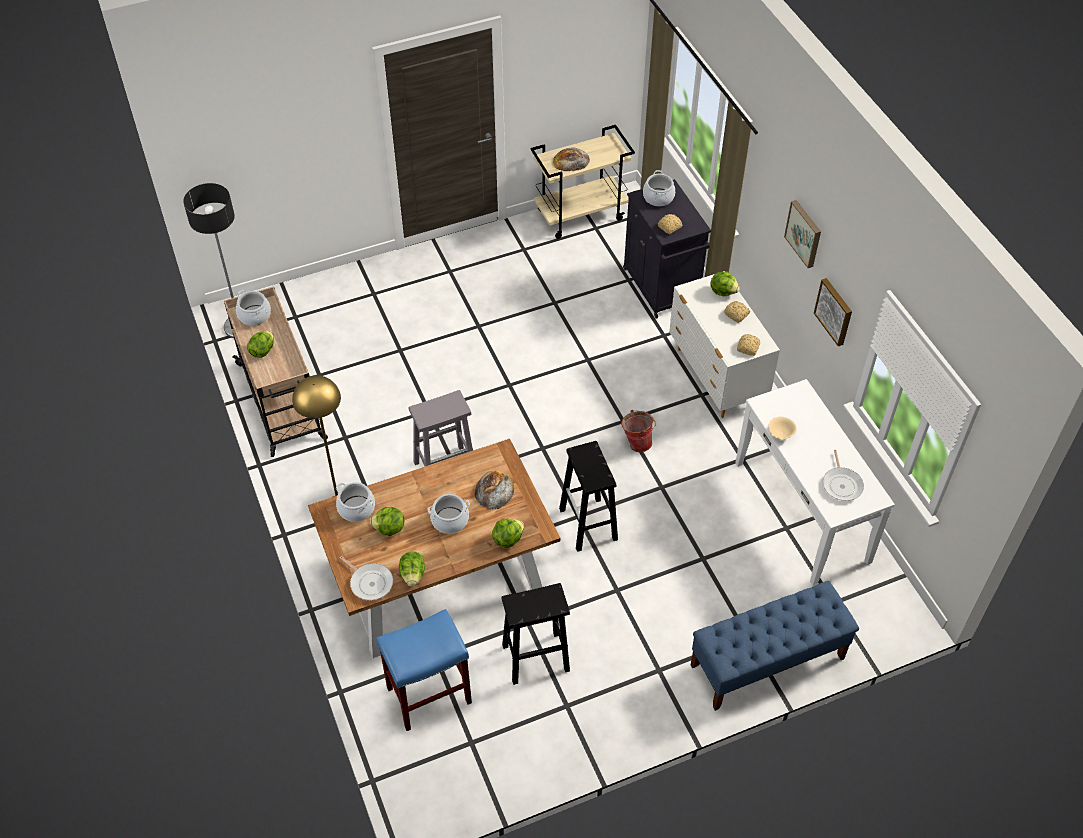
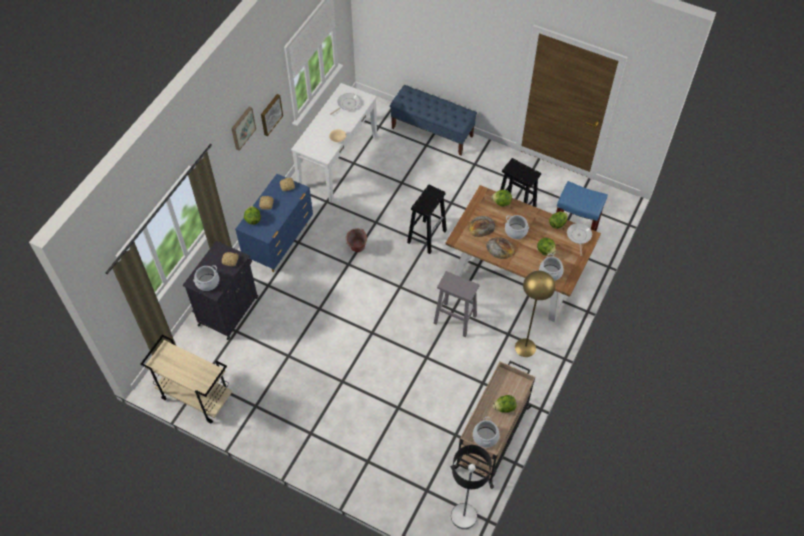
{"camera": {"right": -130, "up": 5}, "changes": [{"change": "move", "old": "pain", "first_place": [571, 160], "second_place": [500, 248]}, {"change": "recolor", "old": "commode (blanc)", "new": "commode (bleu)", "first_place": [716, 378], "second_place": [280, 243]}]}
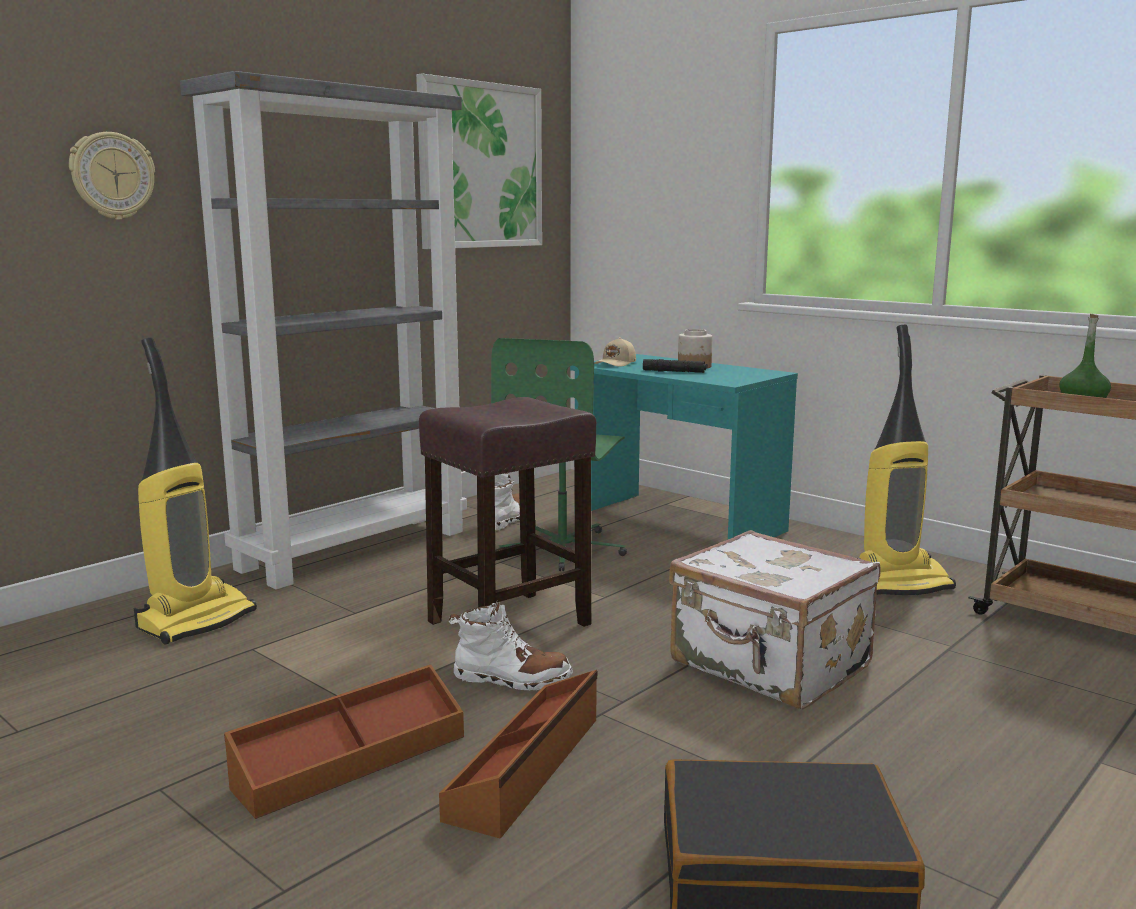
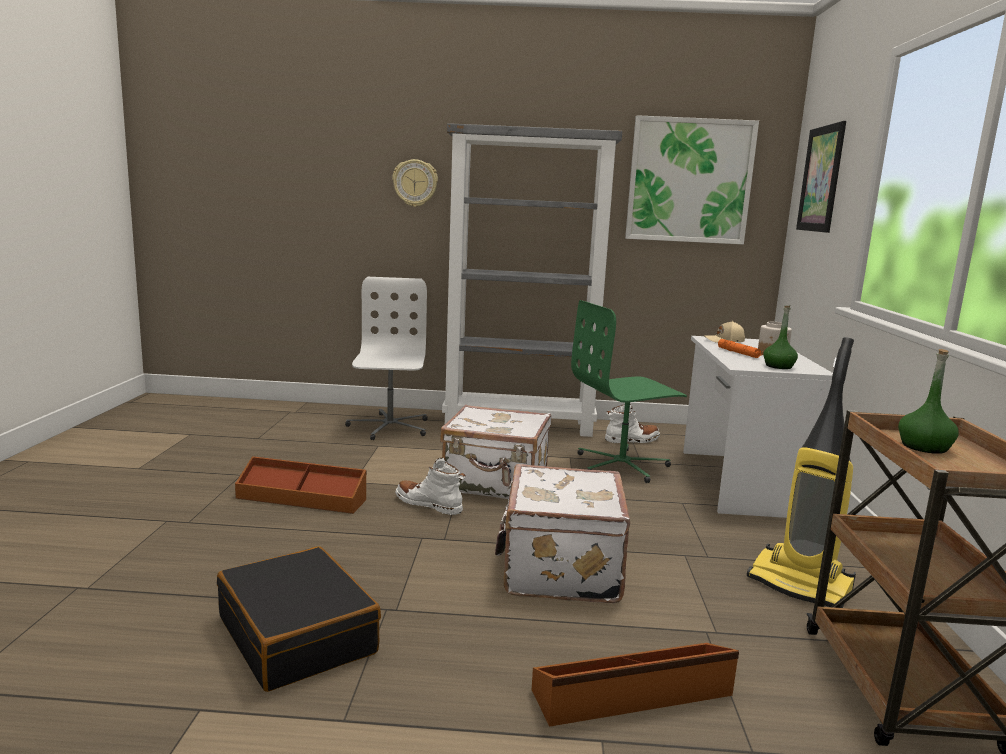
{"camera": {"right": 50, "up": 0}, "changes": [{"change": "replace", "old": "aspirateur", "new": "chaise de bureau (blanc)", "first_place": [196, 620], "second_place": [389, 427]}, {"change": "recolor", "old": "bureau (turquoise)", "new": "bureau (blanc)", "first_place": [677, 523], "second_place": [738, 482]}, {"change": "recolor", "old": "lampe de poche (noir)", "new": "lampe de poche (orange)", "first_place": [674, 371], "second_place": [738, 353]}, {"change": "replace", "old": "tabouret (marron)", "new": "valise (blanc)", "first_place": [511, 622], "second_place": [496, 484]}, {"change": "rotate", "old": "botte (blanc)", "first_place": [511, 679], "second_place": [429, 505], "degrees": 150}, {"change": "move", "old": "boîte de rangement (marron)", "first_place": [528, 767], "second_place": [633, 694]}, {"change": "insert", "new": "tableau", "second_place": [821, 179]}, {"change": "insert", "new": "bouteille (vert)", "second_place": [778, 366]}]}
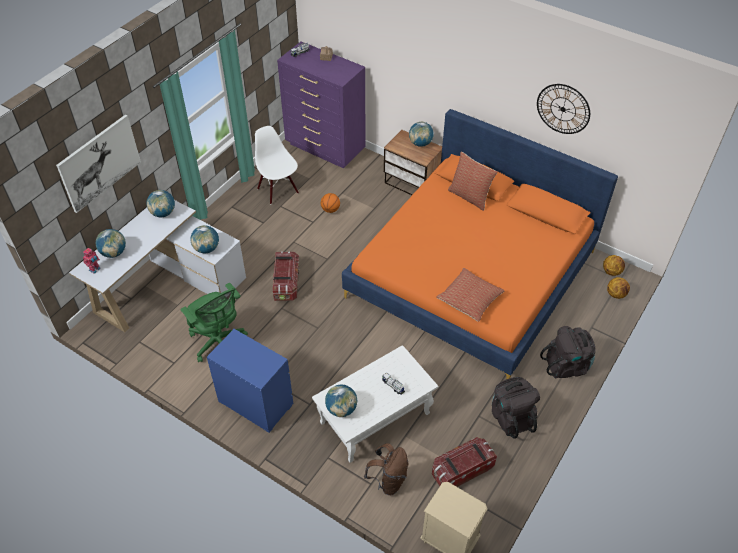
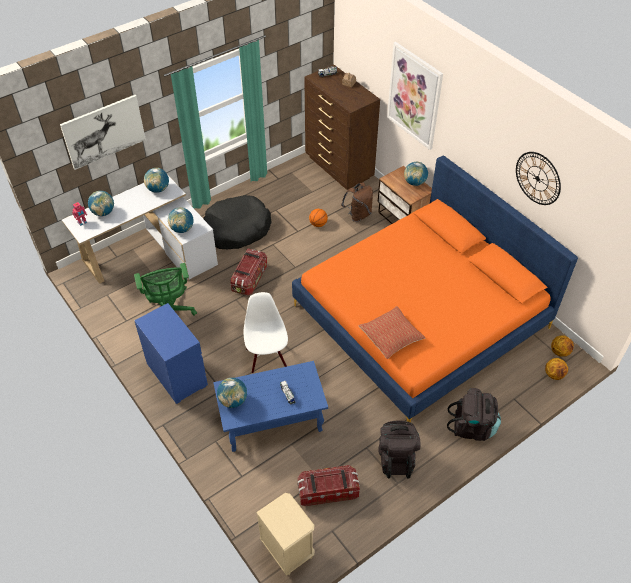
{"camera": {"right": 20, "up": 0}, "changes": [{"change": "recolor", "old": "commode (violet)", "new": "commode (marron)", "first_place": [325, 148], "second_place": [339, 168]}, {"change": "move", "old": "chaise (blanc)", "first_place": [278, 190], "second_place": [267, 358]}, {"change": "delete", "old": "coussin", "first_place": [470, 196]}, {"change": "recolor", "old": "table basse (blanc)", "new": "table basse (bleu)", "first_place": [374, 418], "second_place": [271, 420]}, {"change": "move", "old": "sac à dos (marron)", "first_place": [388, 480], "second_place": [358, 215]}, {"change": "insert", "new": "tableau", "second_place": [414, 96]}, {"change": "insert", "new": "panier pour chien (noir)", "second_place": [236, 229]}]}
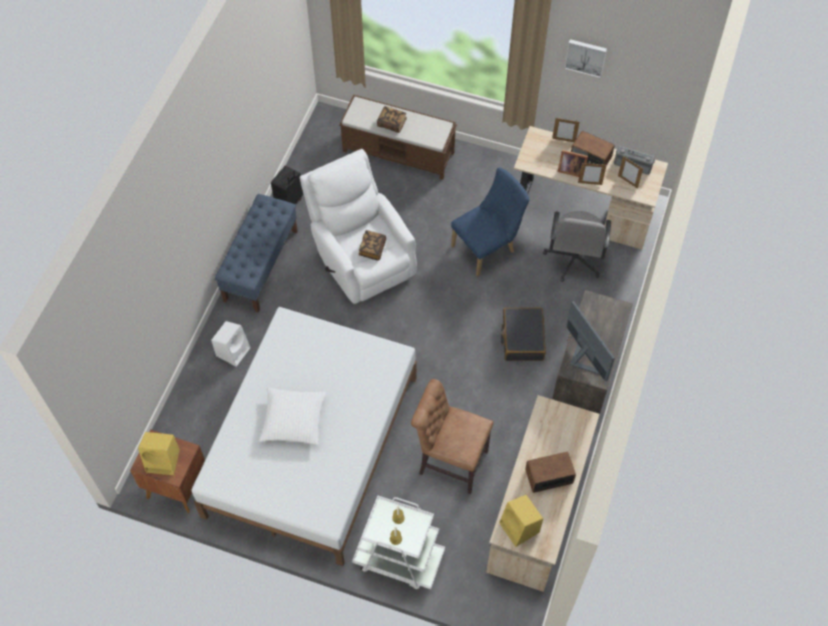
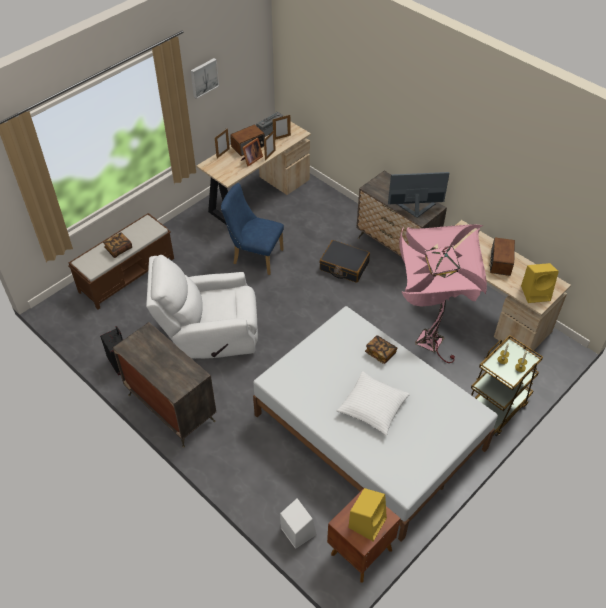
{"camera": {"right": -65, "up": -10}, "changes": [{"change": "rotate", "old": "chaise (bleu)", "first_place": [487, 248], "second_place": [254, 256], "degrees": -60}, {"change": "replace", "old": "banc (bleu)", "new": "commode", "first_place": [261, 265], "second_place": [171, 407]}, {"change": "delete", "old": "chaise de bureau (gris)", "first_place": [574, 259]}, {"change": "move", "old": "livre", "first_place": [372, 249], "second_place": [380, 353]}, {"change": "move", "old": "enceinte (blanc)", "first_place": [233, 351], "second_place": [297, 531]}, {"change": "replace", "old": "chaise (marron)", "new": "lampadaire (rose)", "first_place": [449, 461], "second_place": [425, 346]}, {"change": "recolor", "old": "chariot (blanc)", "new": "chariot (marron)", "first_place": [398, 558], "second_place": [495, 408]}]}
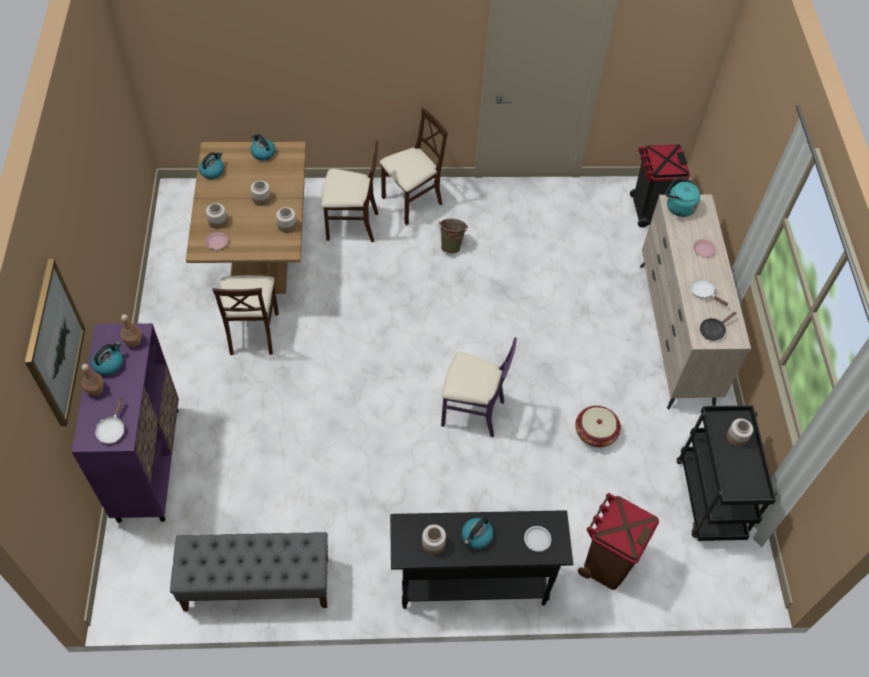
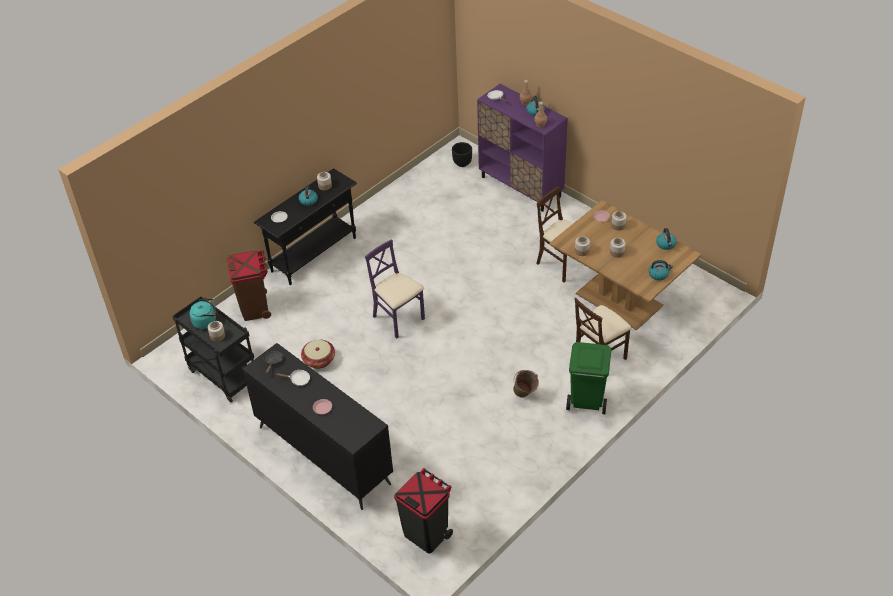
{"camera": {"right": 140, "up": -10}, "changes": [{"change": "replace", "old": "chaise (beige)", "new": "poubelle (vert)", "first_place": [411, 202], "second_place": [586, 402]}, {"change": "move", "old": "bouilloire (turquoise)", "first_place": [678, 207], "second_place": [206, 321]}, {"change": "recolor", "old": "commode (beige)", "new": "commode (noir)", "first_place": [675, 334], "second_place": [324, 454]}, {"change": "delete", "old": "tableau", "first_place": [54, 344]}, {"change": "rotate", "old": "chaise (violet)", "first_place": [472, 411], "second_place": [398, 318], "degrees": 75}, {"change": "delete", "old": "banc (gris)", "first_place": [256, 584]}, {"change": "insert", "new": "cache-pot (noir)", "second_place": [462, 163]}]}
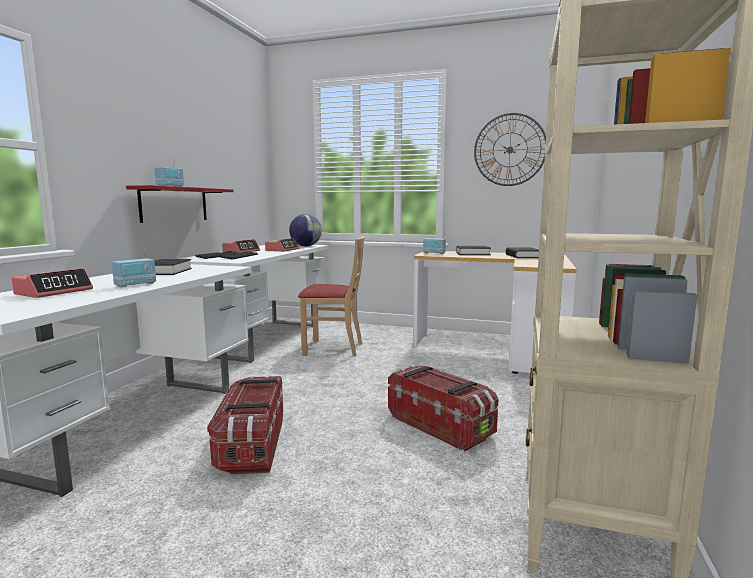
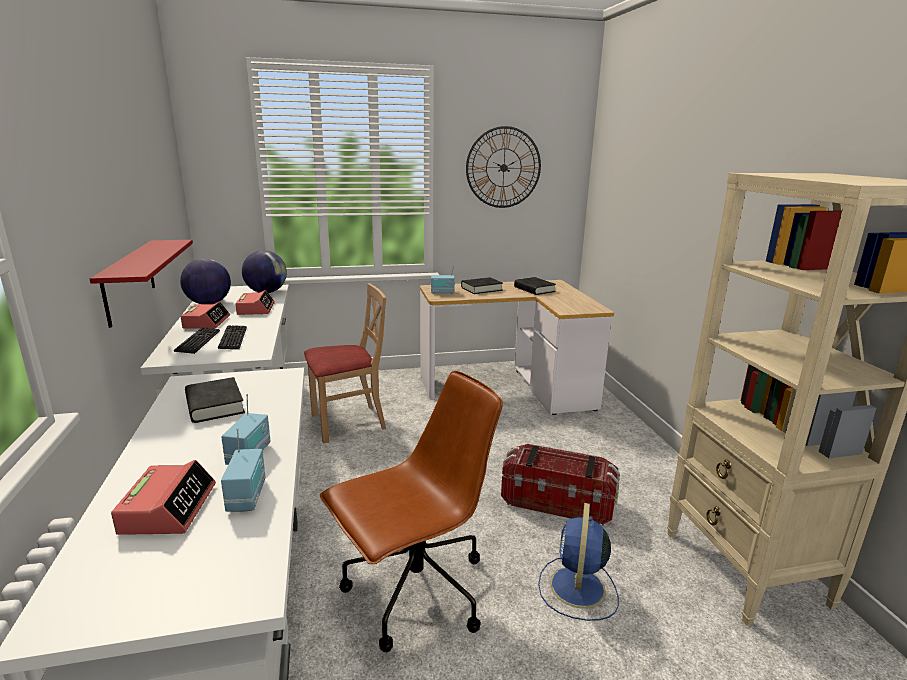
{"camera": {"right": -30, "up": 10}, "changes": [{"change": "move", "old": "radio", "first_place": [170, 186], "second_place": [247, 496]}, {"change": "replace", "old": "boîte de rangement", "new": "chaise de bureau (marron)", "first_place": [252, 445], "second_place": [414, 593]}, {"change": "insert", "new": "globe", "second_place": [208, 303]}, {"change": "insert", "new": "ventilateur (bleu)", "second_place": [577, 589]}]}
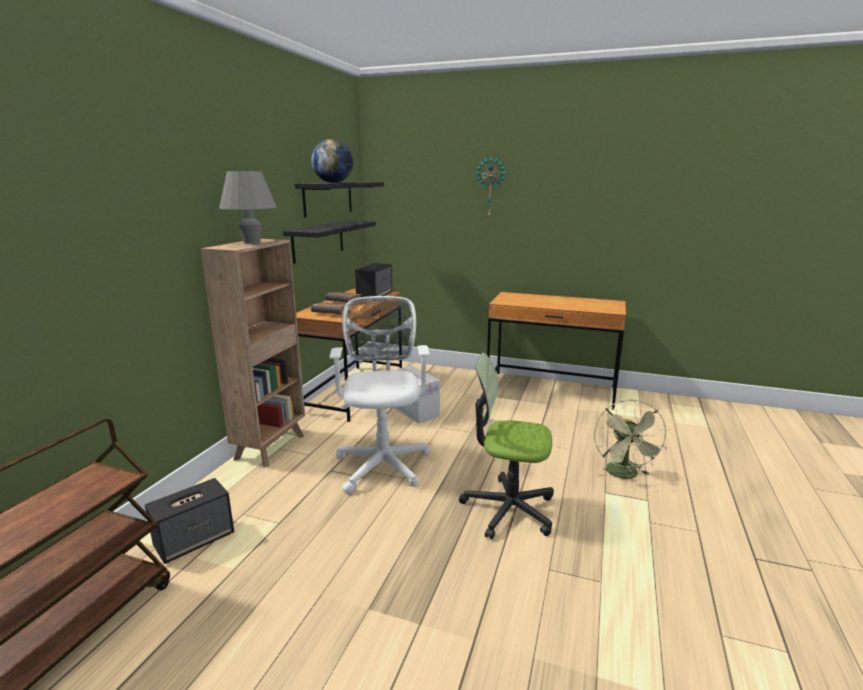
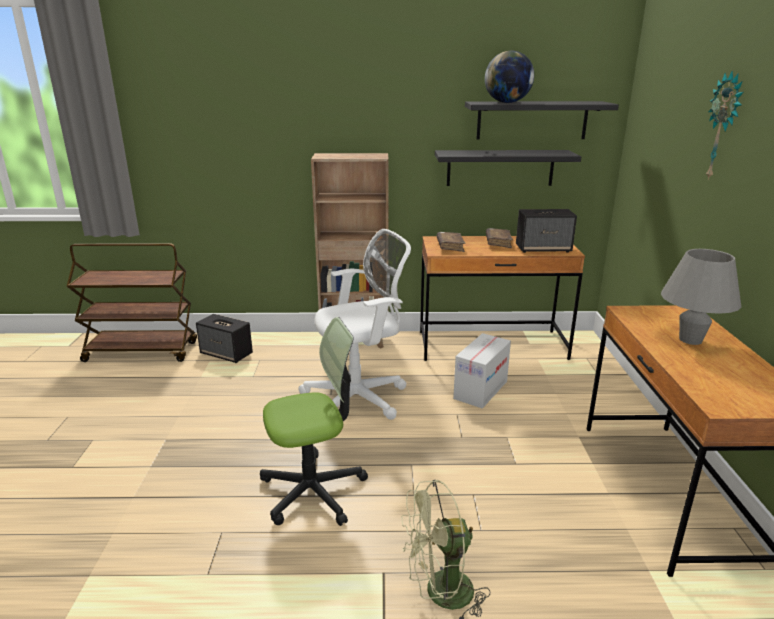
{"camera": {"right": 70, "up": 5}, "changes": [{"change": "move", "old": "lampe de table (gris)", "first_place": [252, 242], "second_place": [690, 340]}, {"change": "rotate", "old": "chaise de bureau", "first_place": [508, 509], "second_place": [313, 490], "degrees": 75}]}
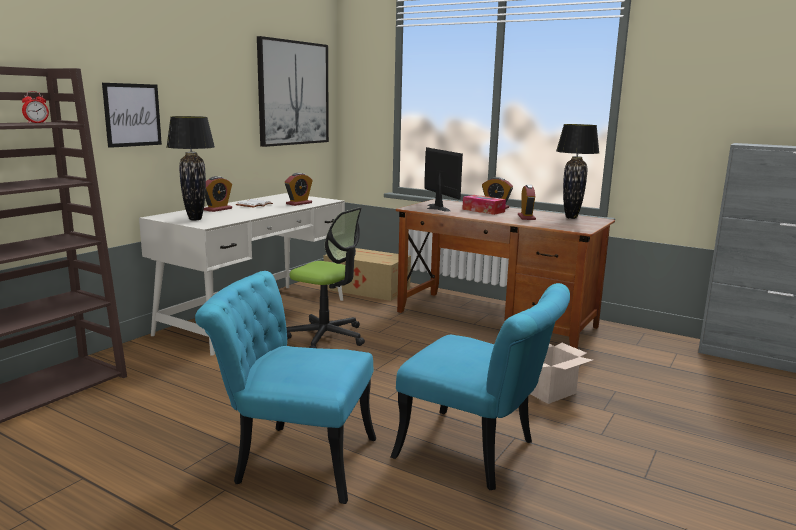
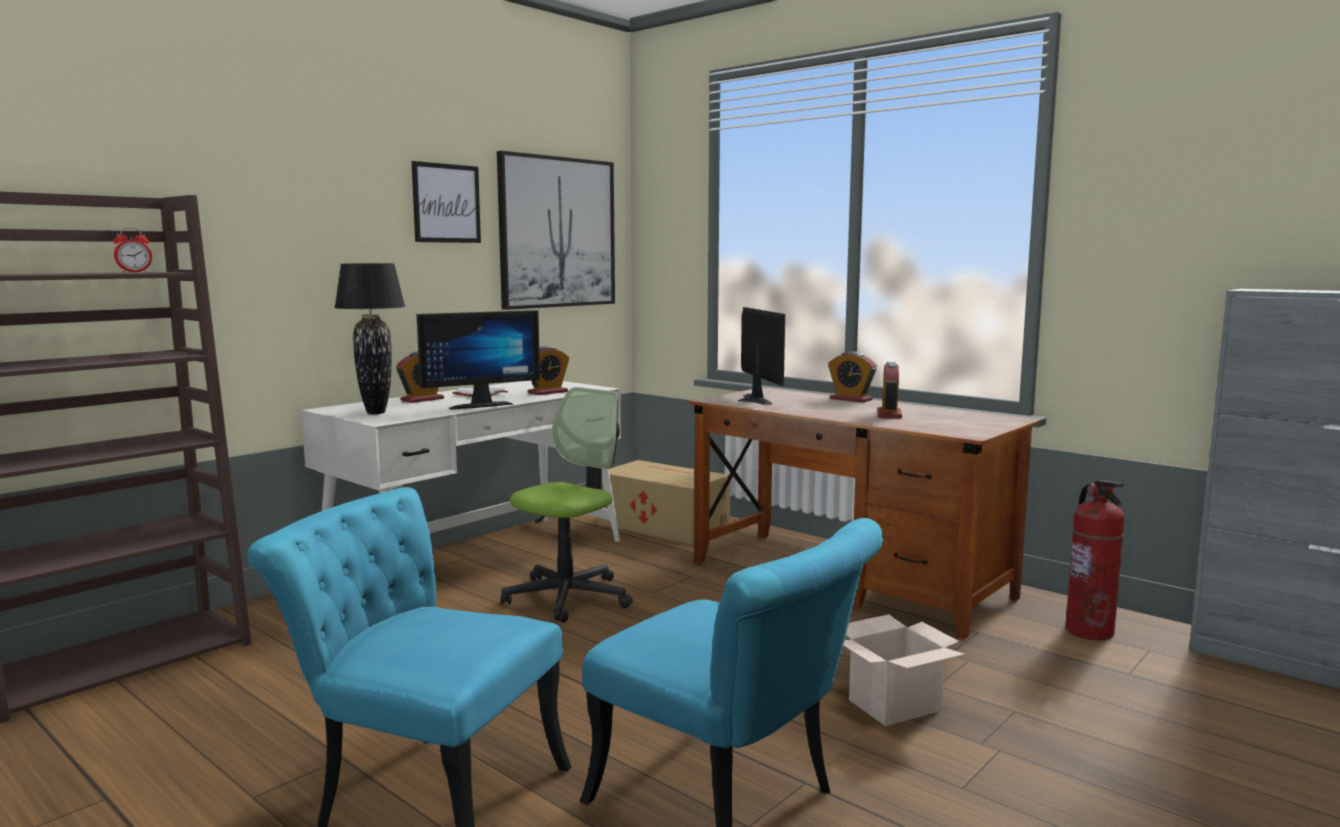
{"camera": {"right": 10, "up": -5}, "changes": [{"change": "move", "old": "tableau", "first_place": [132, 115], "second_place": [446, 203]}, {"change": "delete", "old": "lampe de table (noir)", "first_place": [570, 217]}, {"change": "delete", "old": "boîte à mouchoirs", "first_place": [483, 210]}, {"change": "rotate", "old": "chaise de bureau", "first_place": [326, 337], "second_place": [568, 597], "degrees": -90}, {"change": "insert", "new": "écran d'ordinateur", "second_place": [479, 405]}, {"change": "insert", "new": "extincteur", "second_place": [1089, 631]}]}
